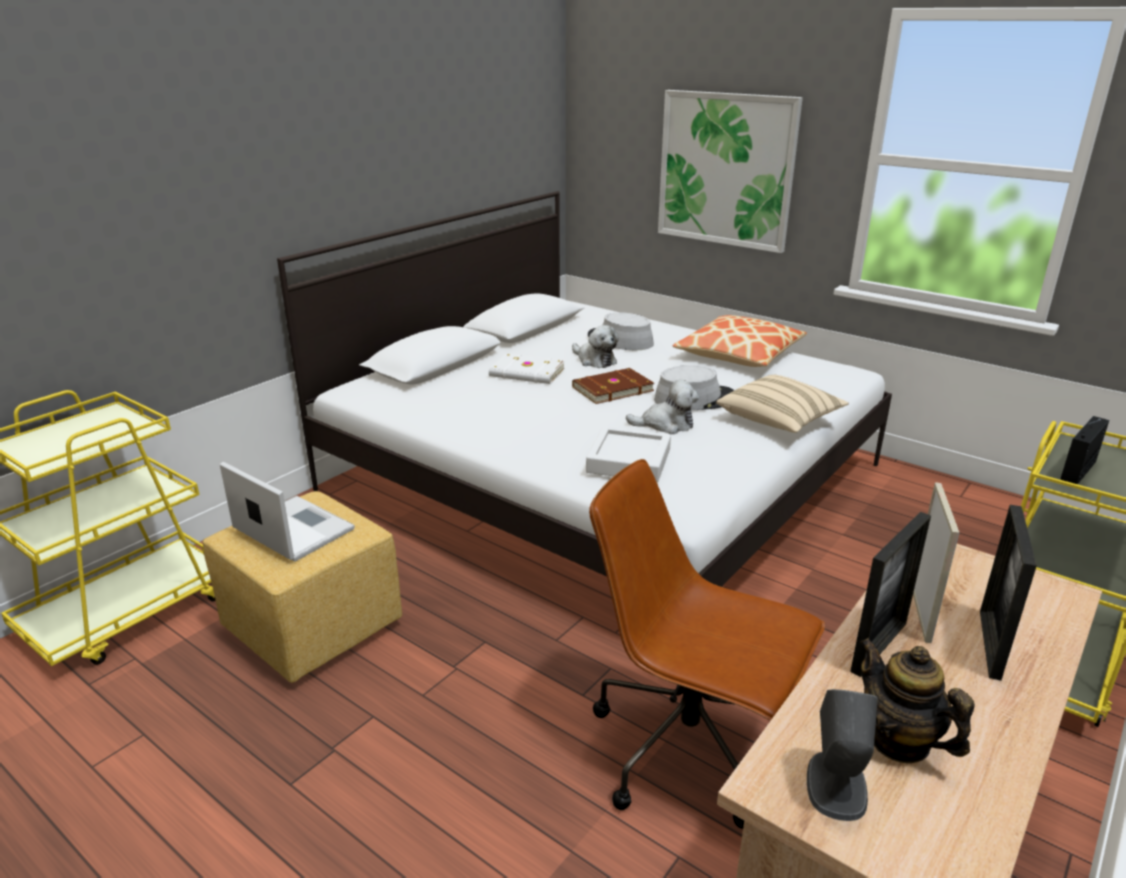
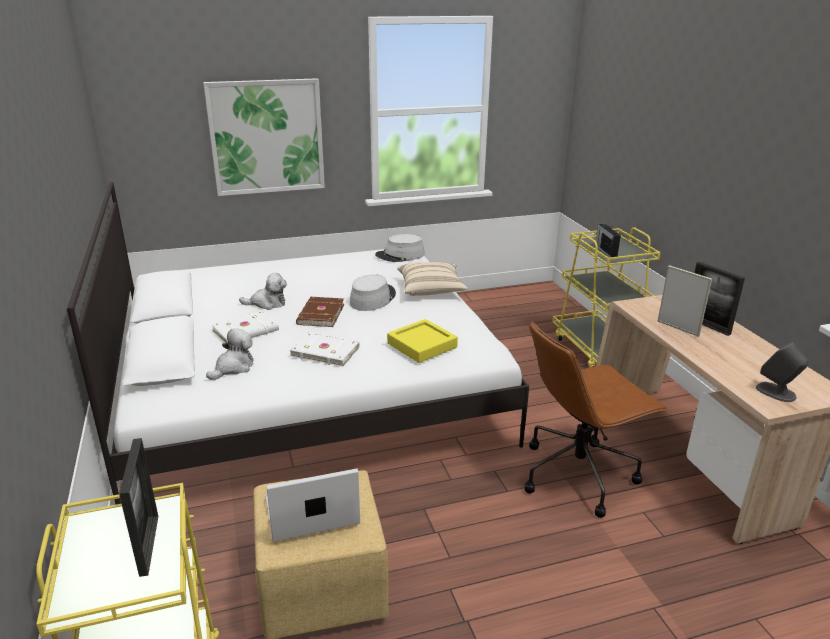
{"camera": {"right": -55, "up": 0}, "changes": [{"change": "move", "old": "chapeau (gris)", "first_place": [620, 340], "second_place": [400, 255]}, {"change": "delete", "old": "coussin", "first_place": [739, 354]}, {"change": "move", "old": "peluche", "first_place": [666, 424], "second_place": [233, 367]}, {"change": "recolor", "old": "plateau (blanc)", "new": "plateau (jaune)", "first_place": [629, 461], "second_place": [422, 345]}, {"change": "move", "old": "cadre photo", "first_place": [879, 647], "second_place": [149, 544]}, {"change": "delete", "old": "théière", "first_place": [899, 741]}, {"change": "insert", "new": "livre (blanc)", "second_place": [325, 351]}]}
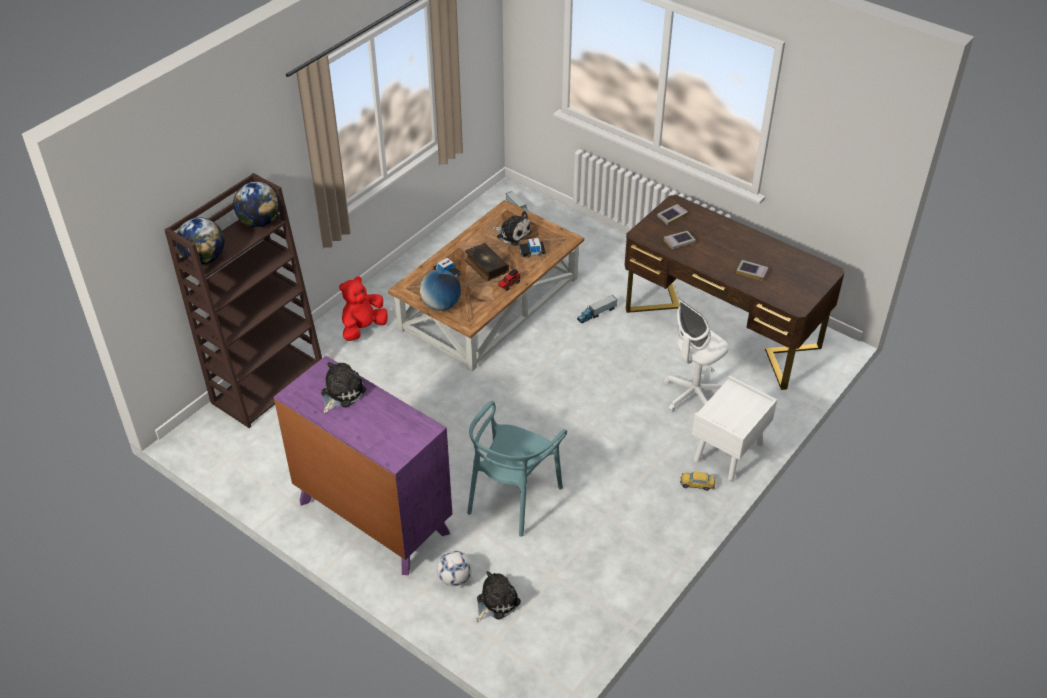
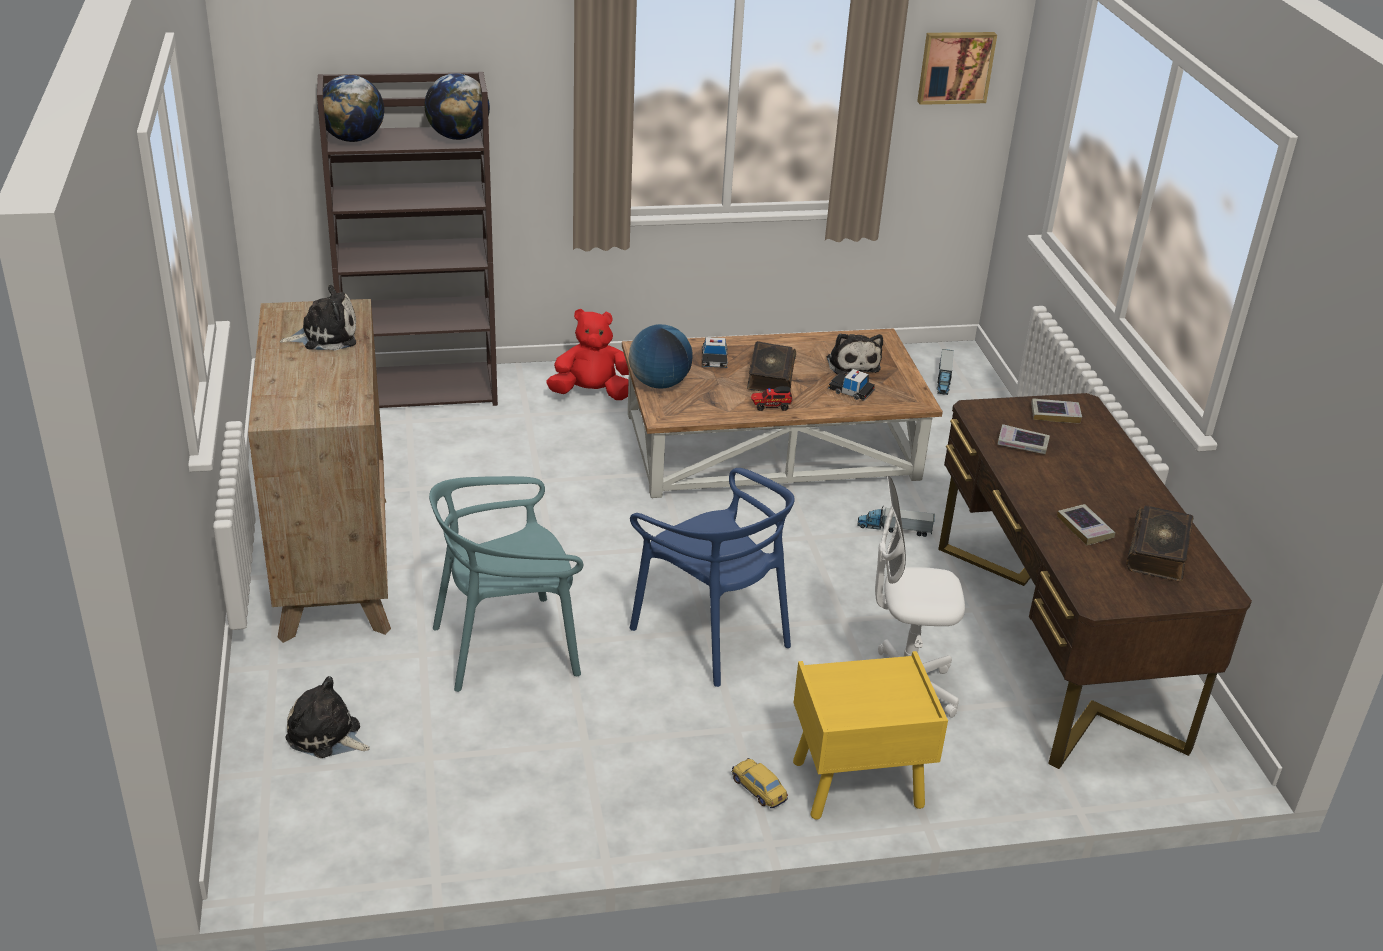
{"camera": {"right": 40, "up": -10}, "changes": [{"change": "recolor", "old": "commode (violet)", "new": "commode (marron)", "first_place": [373, 517], "second_place": [334, 565]}, {"change": "recolor", "old": "table de chevet (blanc)", "new": "table de chevet (jaune)", "first_place": [728, 453], "second_place": [856, 785]}, {"change": "delete", "old": "ballon de foot", "first_place": [455, 578]}, {"change": "rotate", "old": "peluche", "first_place": [496, 602], "second_place": [326, 736], "degrees": -150}, {"change": "insert", "new": "tableau", "second_place": [955, 67]}, {"change": "insert", "new": "chaise (bleu)", "second_place": [712, 634]}, {"change": "insert", "new": "livre", "second_place": [1158, 552]}]}
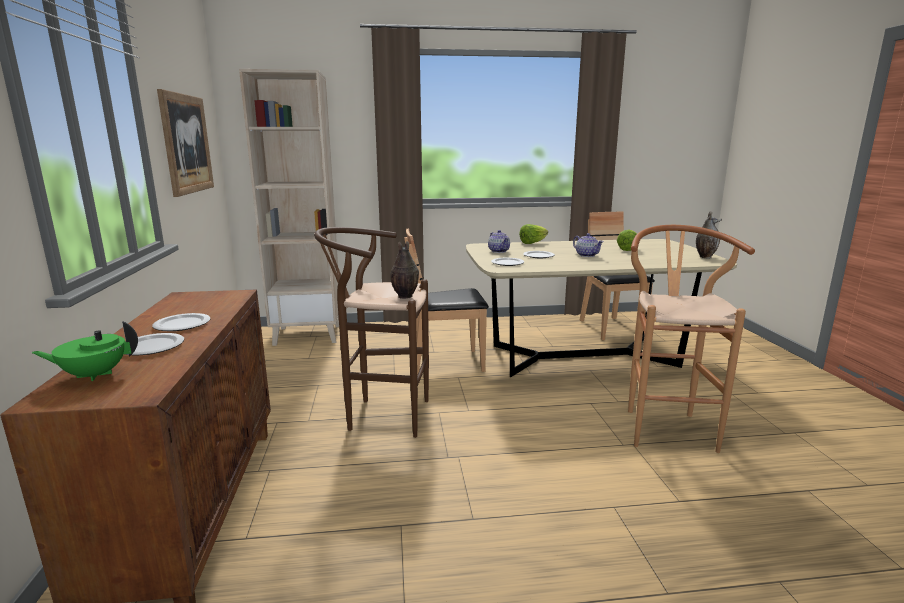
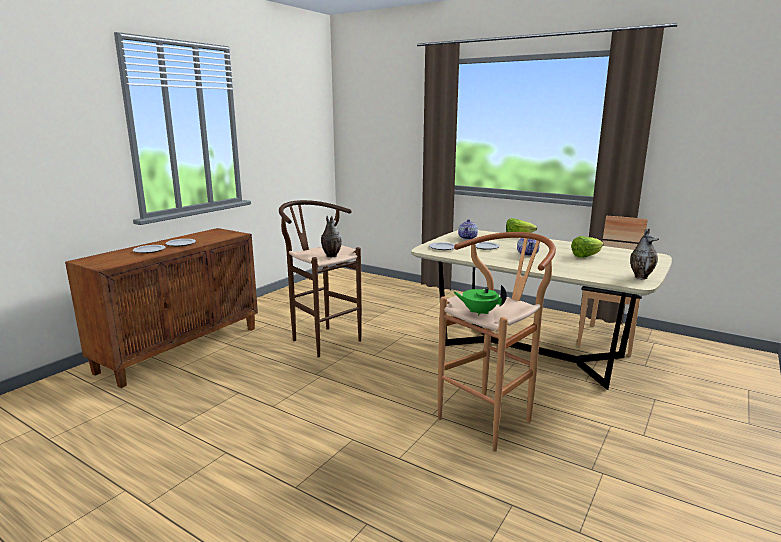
{"camera": {"right": 40, "up": 0}, "changes": [{"change": "delete", "old": "bibliothèque (beige)", "first_place": [308, 335]}, {"change": "delete", "old": "tableau", "first_place": [187, 144]}, {"change": "delete", "old": "chaise (marron)", "first_place": [447, 363]}, {"change": "move", "old": "théière (vert)", "first_place": [94, 375], "second_place": [479, 312]}]}
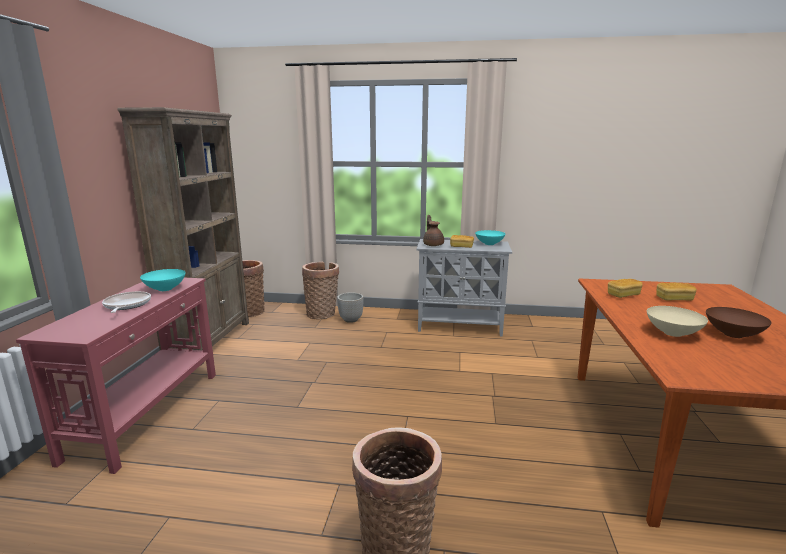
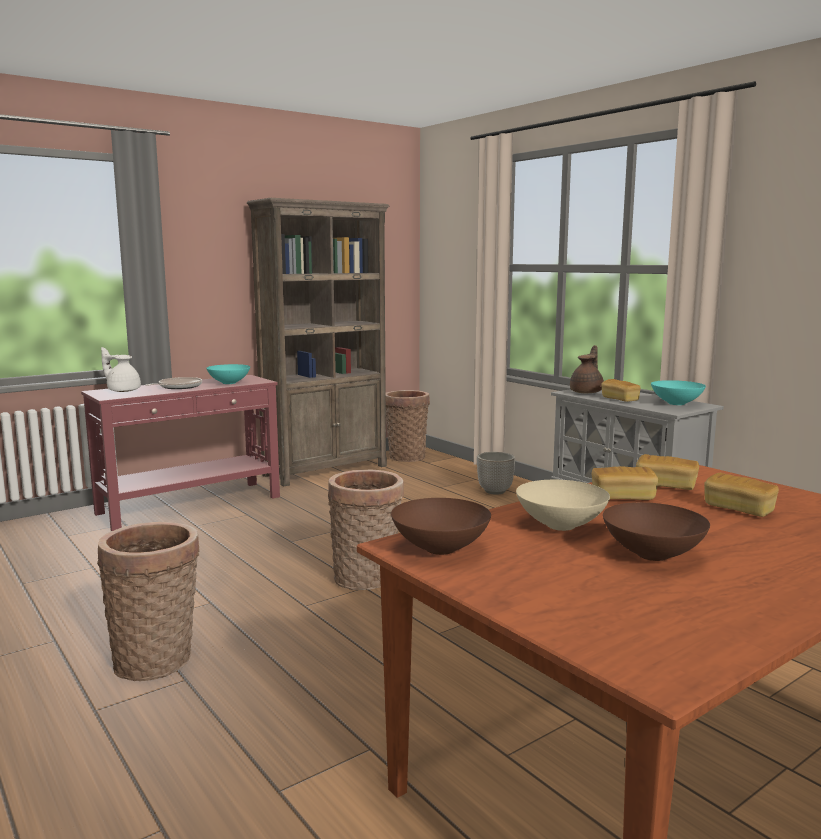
{"camera": {"right": 45, "up": -5}, "changes": [{"change": "move", "old": "panier", "first_place": [322, 313], "second_place": [367, 579]}, {"change": "insert", "new": "théière (blanc)", "second_place": [123, 390]}, {"change": "insert", "new": "pain", "second_place": [622, 497]}, {"change": "insert", "new": "bol (marron)", "second_place": [441, 549]}]}
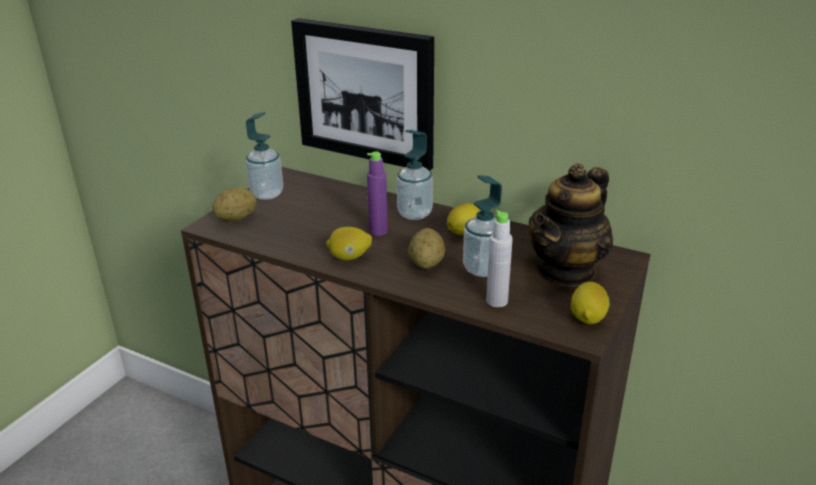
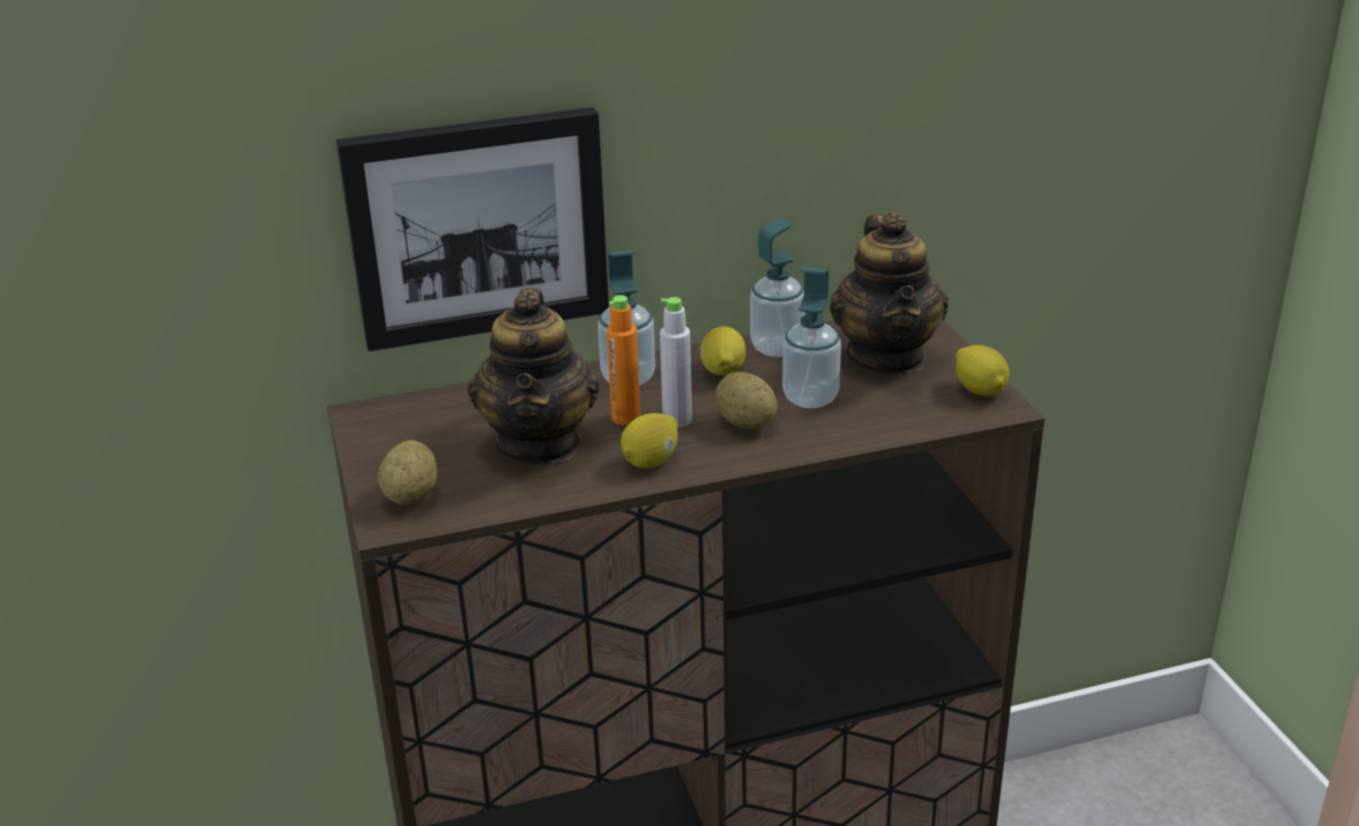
{"camera": {"right": -45, "up": 0}, "changes": [{"change": "move", "old": "distributeur de savon", "first_place": [267, 194], "second_place": [777, 348]}, {"change": "recolor", "old": "bouteille (violet)", "new": "bouteille (orange)", "first_place": [378, 231], "second_place": [625, 418]}, {"change": "move", "old": "bouteille (gris)", "first_place": [497, 301], "second_place": [677, 420]}, {"change": "insert", "new": "théière", "second_place": [539, 443]}]}
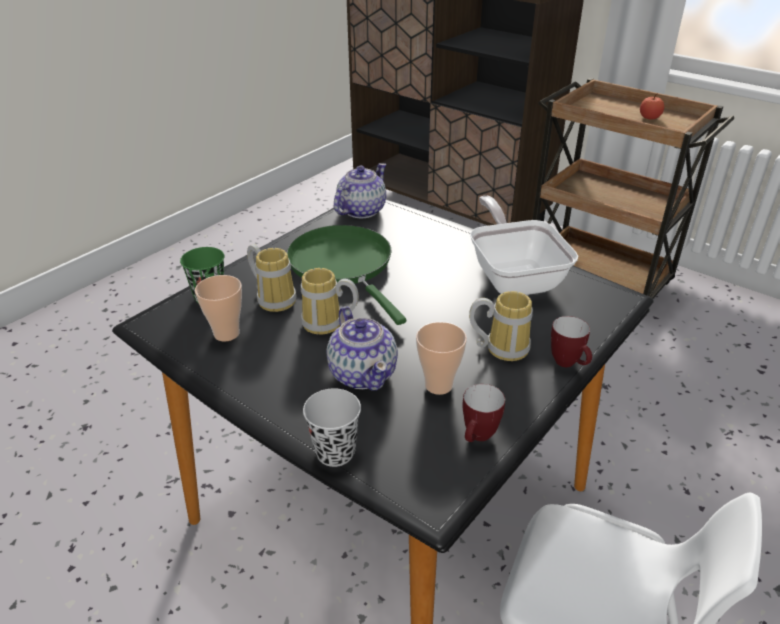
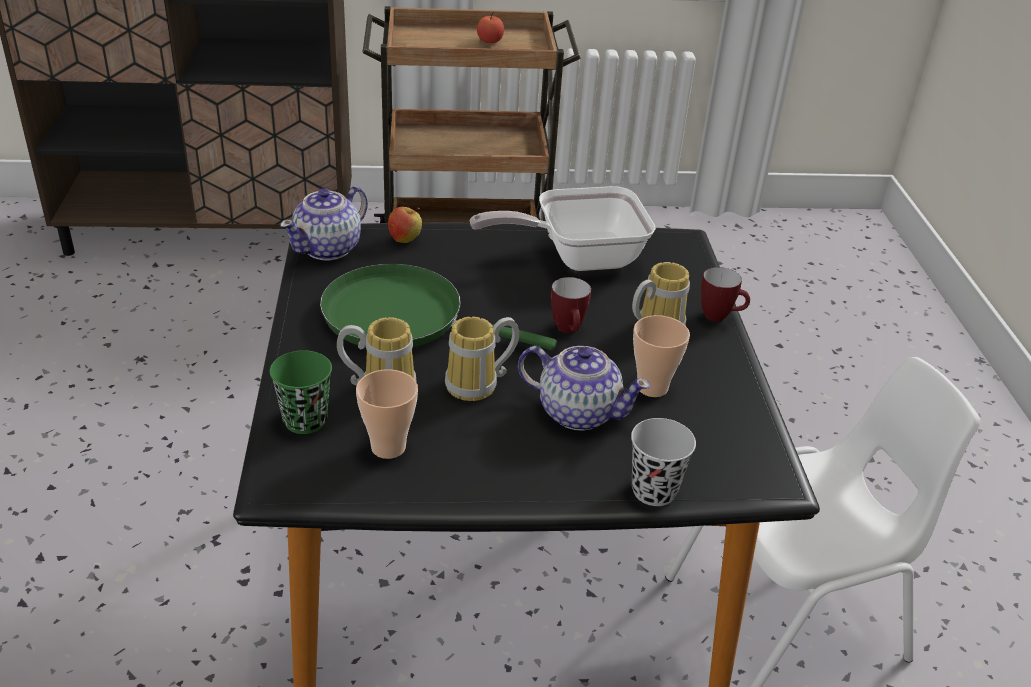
{"camera": {"right": -45, "up": 0}, "changes": [{"change": "rotate", "old": "théière", "first_place": [360, 211], "second_place": [328, 248], "degrees": -135}, {"change": "rotate", "old": "poêle", "first_place": [514, 276], "second_place": [577, 257], "degrees": -45}, {"change": "move", "old": "mug", "first_place": [478, 438], "second_place": [569, 331]}, {"change": "insert", "new": "pomme", "second_place": [405, 240]}]}
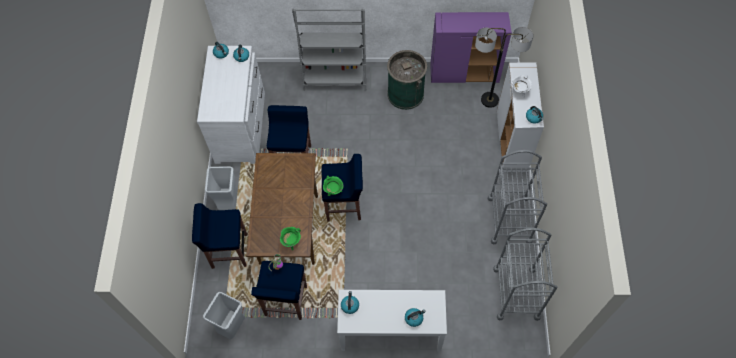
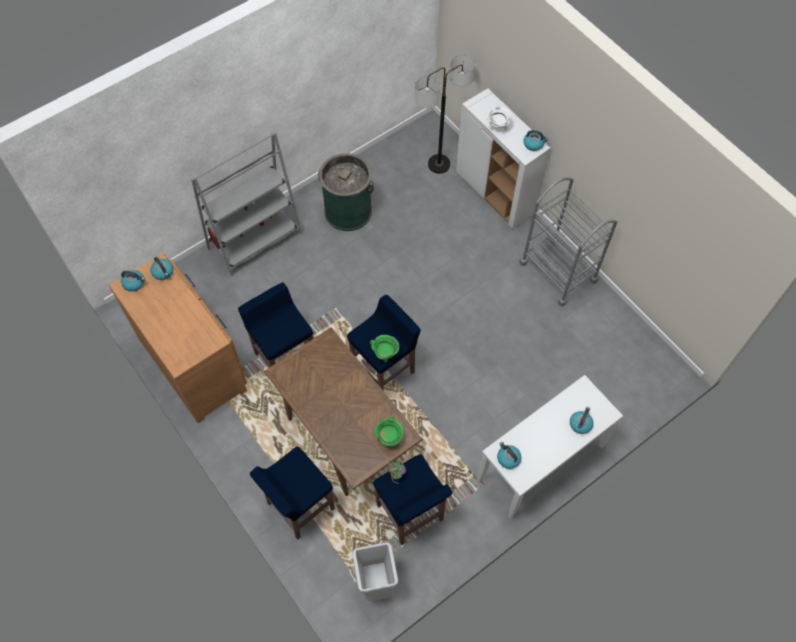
{"camera": {"right": -40, "up": 0}, "changes": [{"change": "delete", "old": "meuble de rangement (violet)", "first_place": [464, 73]}, {"change": "recolor", "old": "commode (blanc)", "new": "commode (marron)", "first_place": [241, 127], "second_place": [193, 362]}, {"change": "delete", "old": "poubelle (gris)", "first_place": [228, 202]}, {"change": "delete", "old": "chariot (gris)", "first_place": [516, 293]}]}
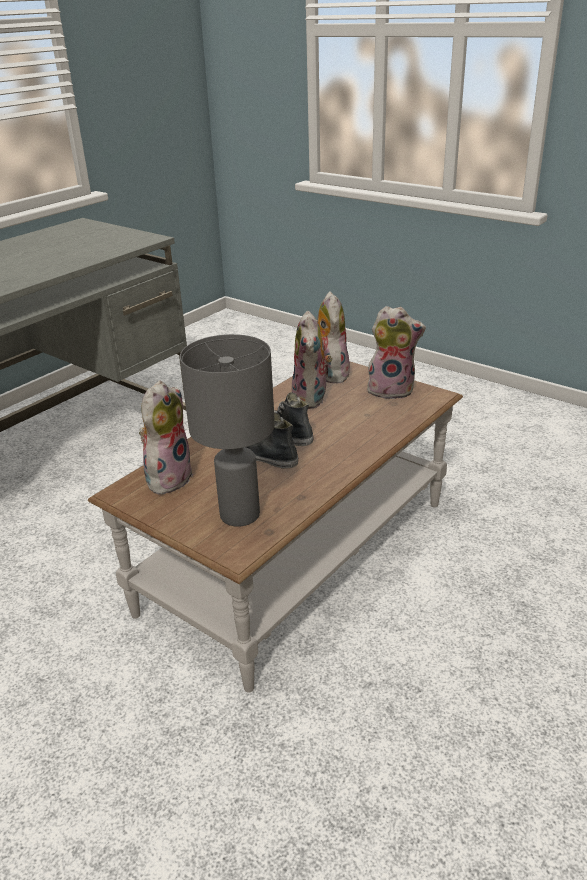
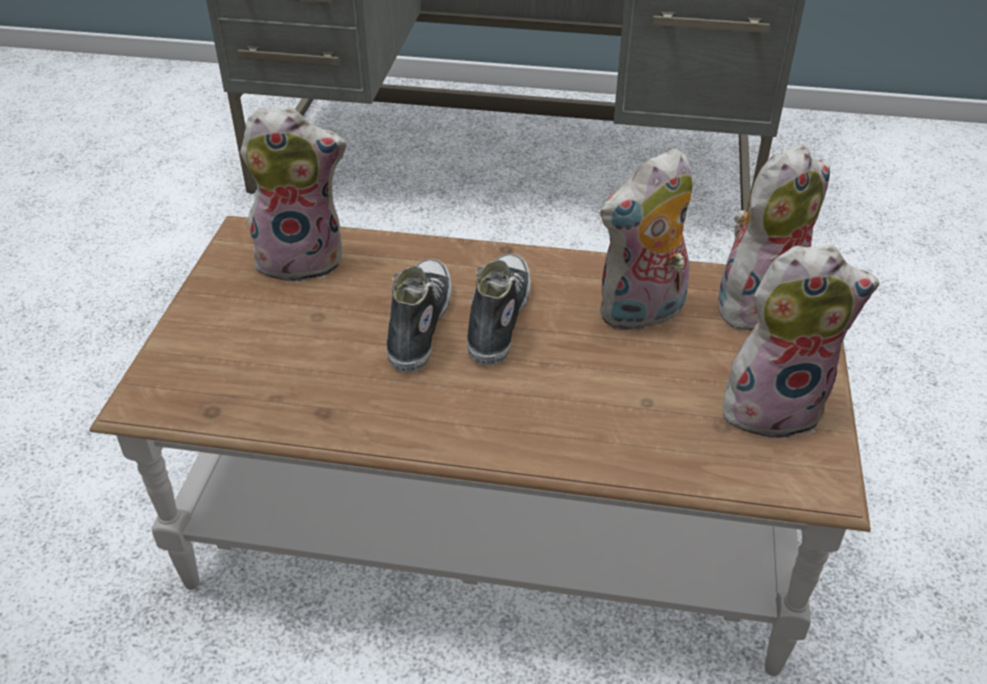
{"camera": {"right": 60, "up": 10}, "changes": [{"change": "rotate", "old": "peluche", "first_place": [392, 390], "second_place": [774, 406], "degrees": -75}, {"change": "delete", "old": "lampe de table (gris)", "first_place": [238, 514]}]}
